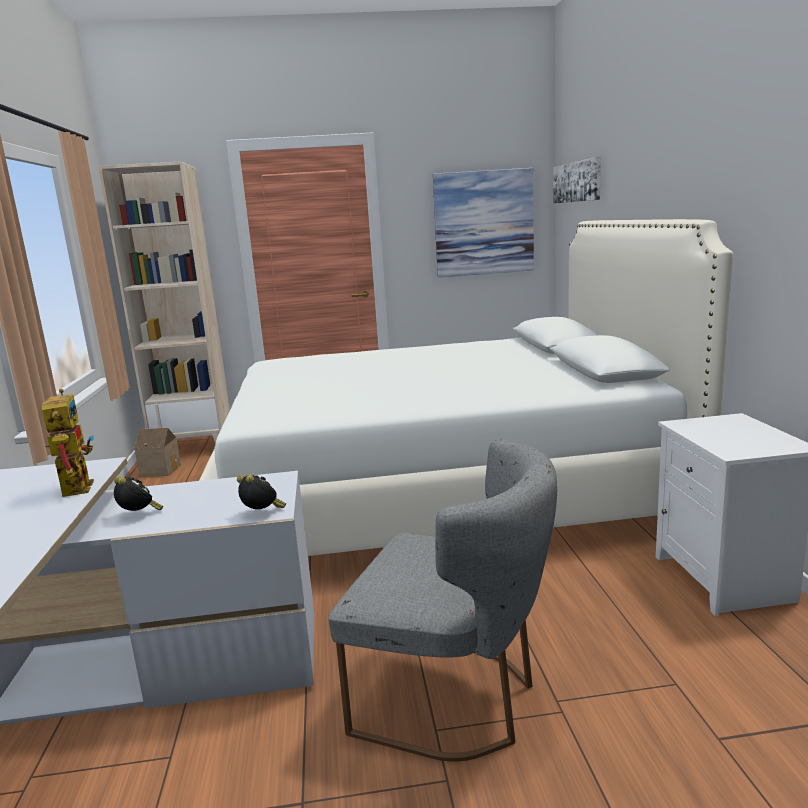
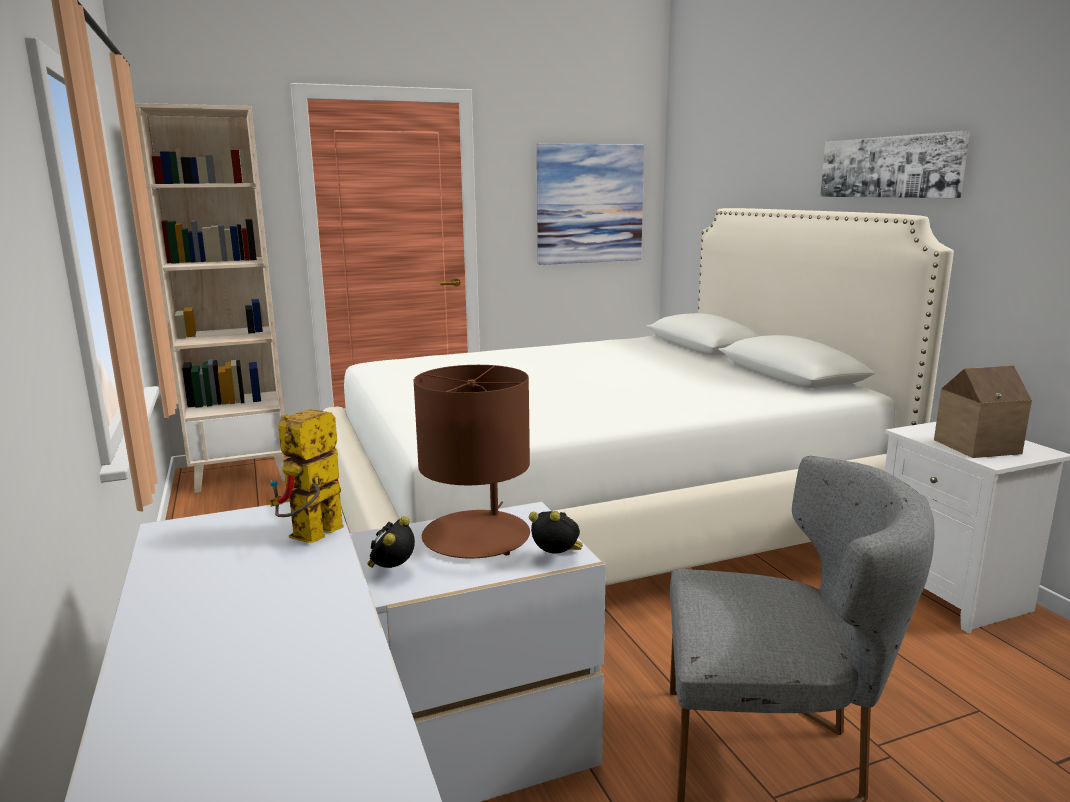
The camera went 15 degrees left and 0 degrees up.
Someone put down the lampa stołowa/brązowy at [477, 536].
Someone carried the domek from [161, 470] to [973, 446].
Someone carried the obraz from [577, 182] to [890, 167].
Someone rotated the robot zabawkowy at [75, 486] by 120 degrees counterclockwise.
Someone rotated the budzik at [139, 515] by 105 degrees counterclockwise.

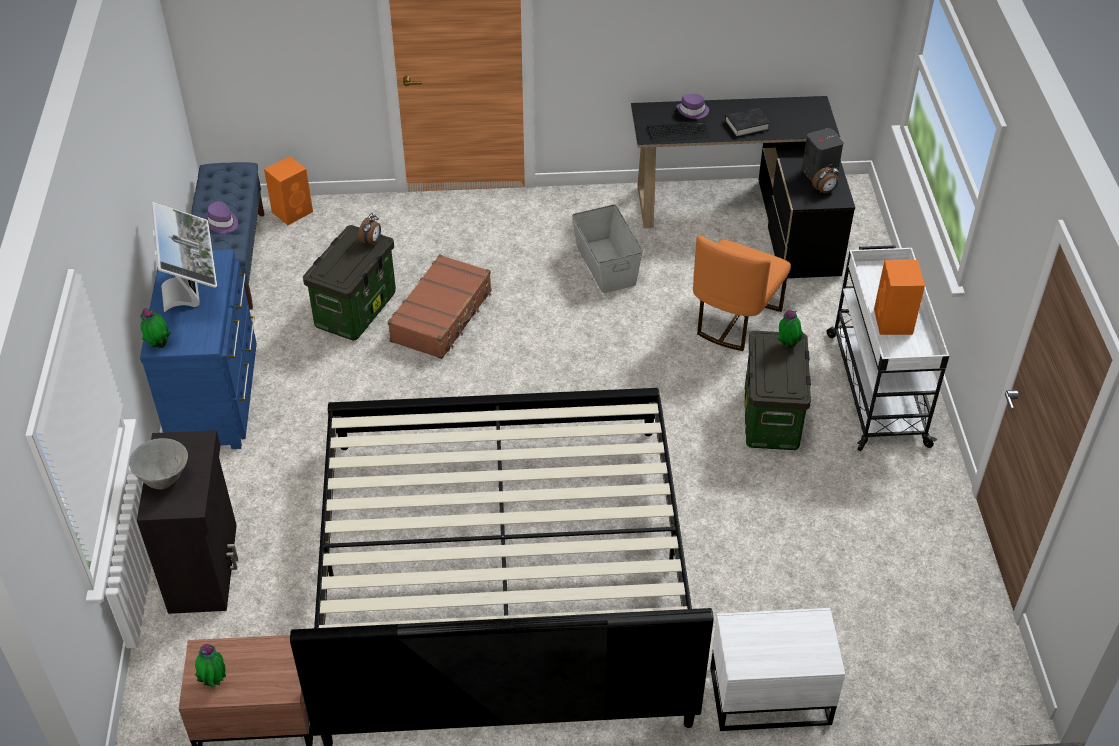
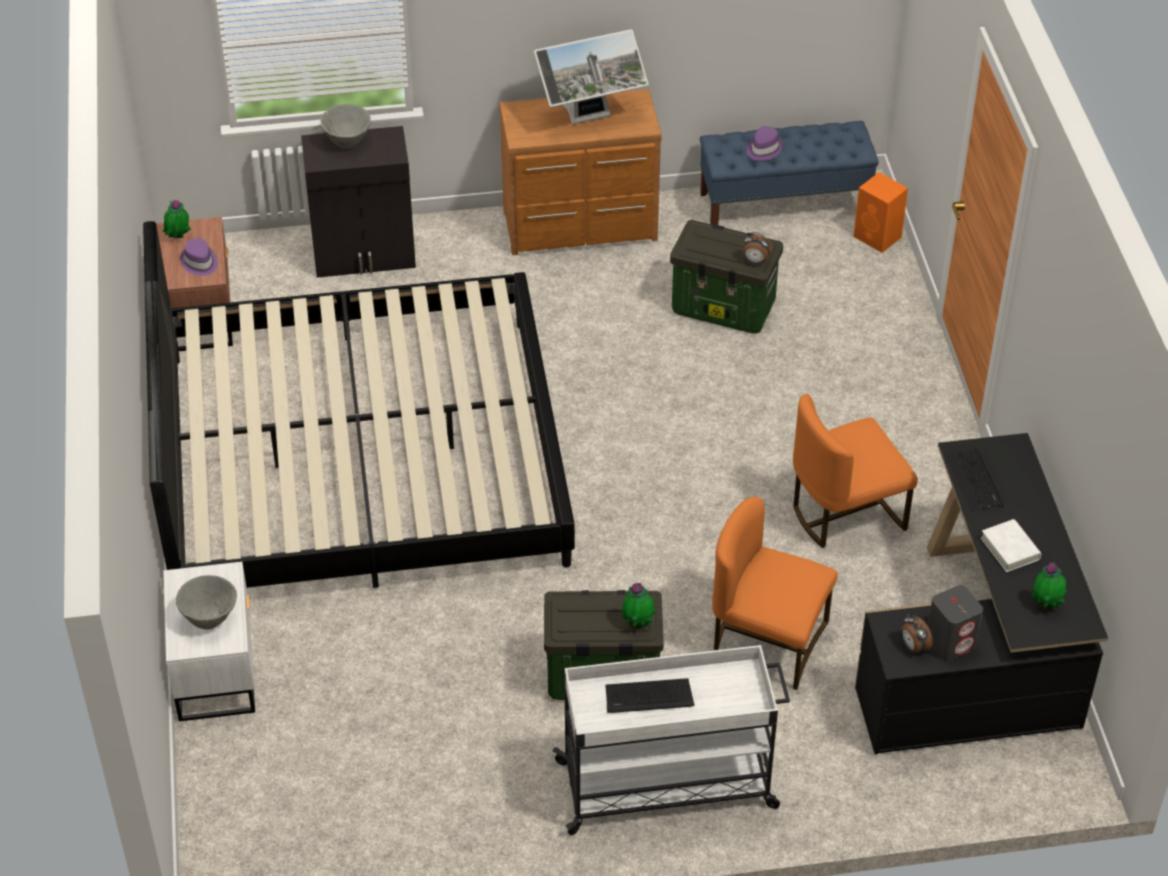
The camera went 85 degrees right and 0 degrees up.
Someone took away the walizka/brązowy at [442, 316].
Someone put down the miska/szary at [210, 618].
Someone carried the roślina doniczkowa from [159, 345] to [1046, 605].
Someone carried the kapelusz/fioletowy from [693, 111] to [199, 262].
Someone swapped the pojemnik do przechowywania/szary at [605, 265] for the krzesło/pomarańczowy at [845, 513].
Someone swapped the głośnik/pomarańczowy at [893, 322] for the klawiatura at [648, 697].
Someone repainted the komoda/niebieski at [217, 395], which became the komoda/brązowy at [581, 227].
Someone repainted the książka/czarny at [746, 125], which became the książka/biały at [1010, 549].

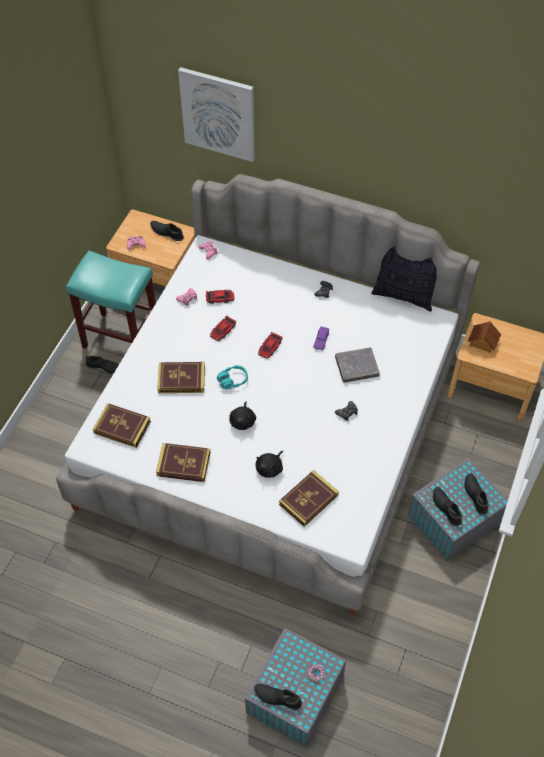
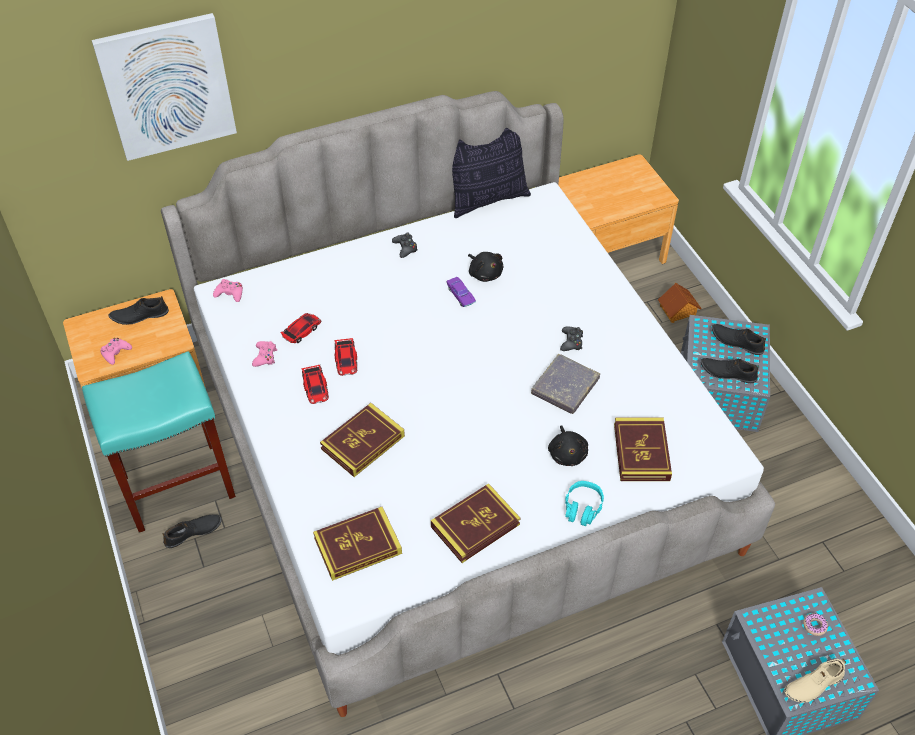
The camera went 45 degrees left and 5 degrees down.
Someone carried the słuchawki/turkusowy from [232, 380] to [582, 508].
Someone carried the pluszak/czarny from [243, 421] to [484, 273].
Someone carried the samochodzik from [270, 347] to [315, 387].
Someone carried the książka/szary from [356, 367] to [565, 386].
Someone carried the domek from [482, 342] to [678, 310].
Someone repainted the but/czarny at [277, 697], which became the but/beżowy at [813, 684].

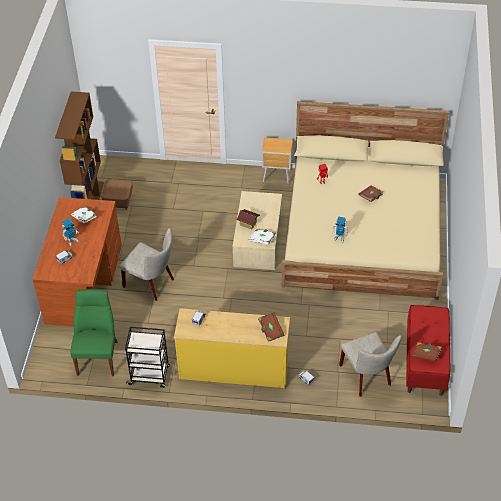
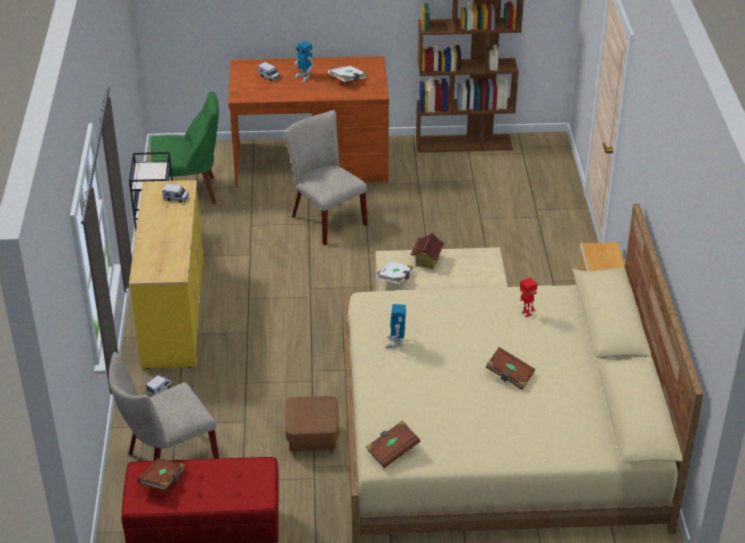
The camera went 80 degrees right and 10 degrees down.
Someone carried the pufa/brązowy from [118, 201] to [312, 439].
Someone carried the książka/brązowy from [270, 330] to [392, 451].
Someone rotated the krzesło/beżowy at [152, 283] by 120 degrees clockwise.

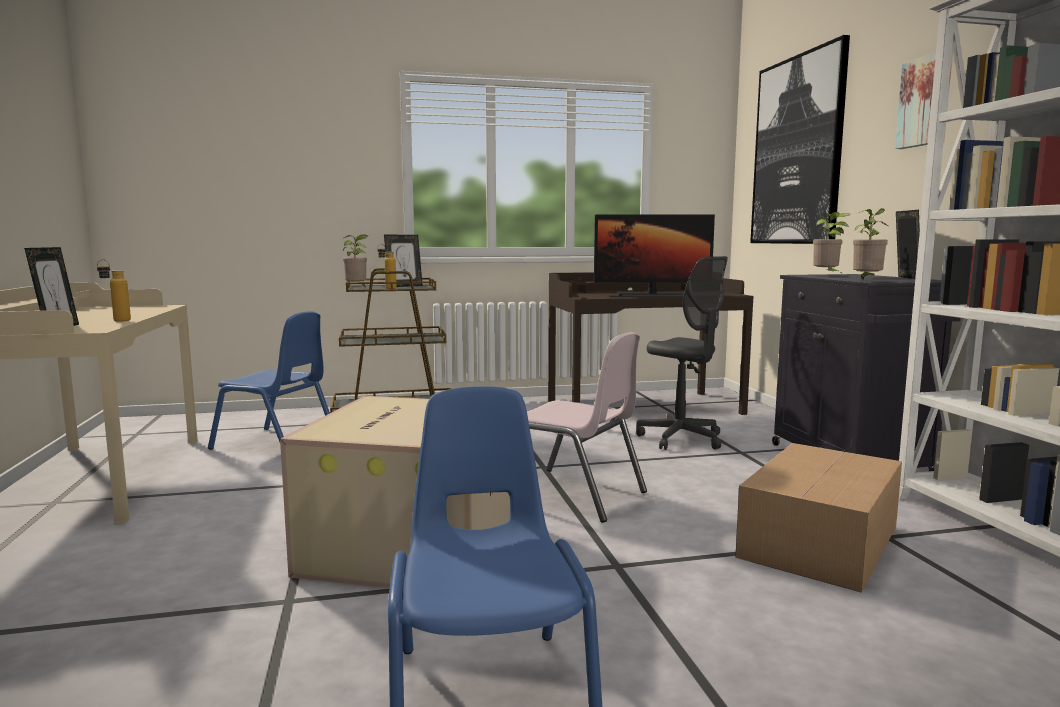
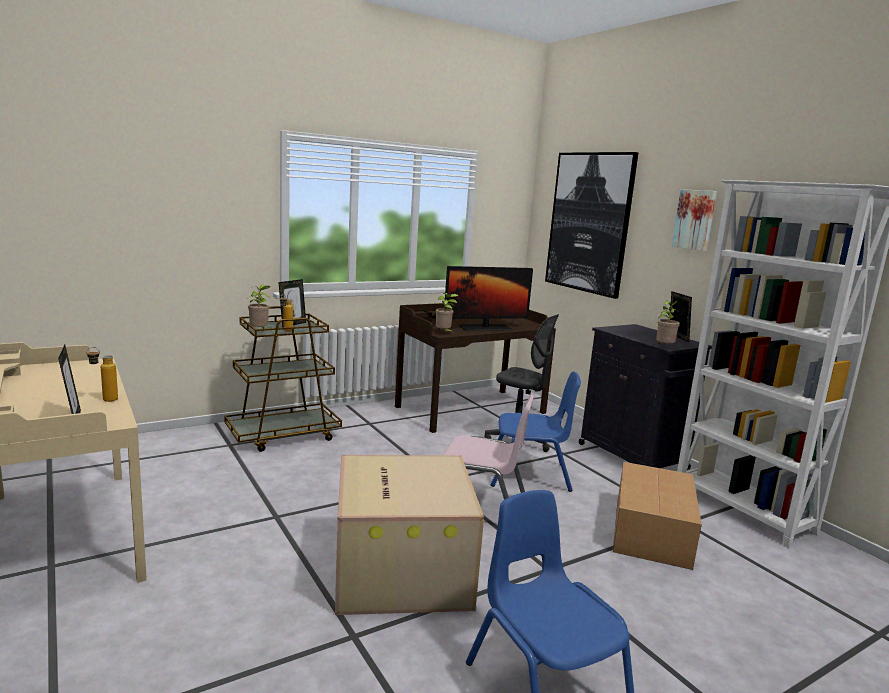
The camera went 20 degrees left and 5 degrees up.
Someone carried the krzesło/niebieski from [276, 444] to [529, 475].
Someone carried the roślina doniczkowa from [827, 276] to [444, 333].

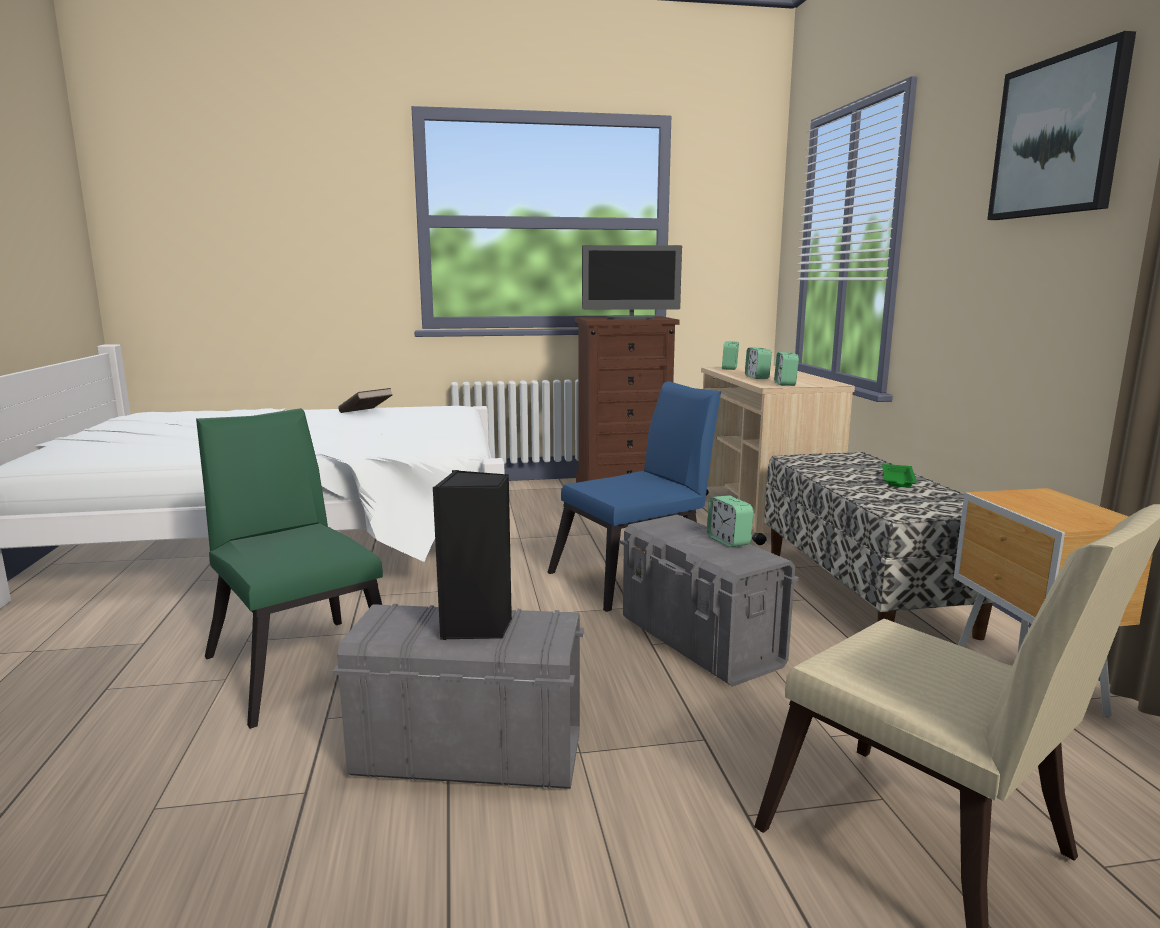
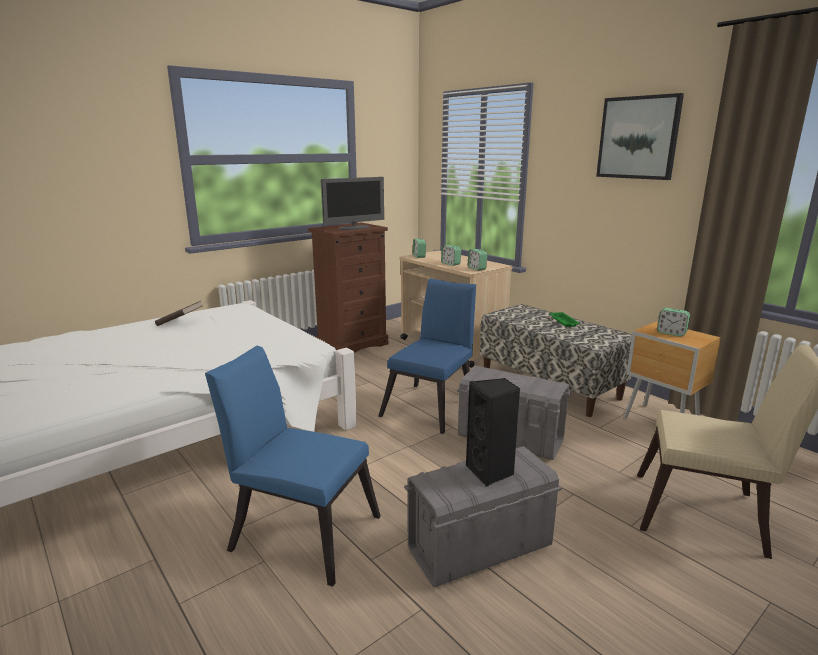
The camera went 30 degrees left and 5 degrees up.
Someone carried the budzik from [728, 541] to [671, 333].
Someone repainted the krzesło/zielony at [299, 662], which became the krzesło/niebieski at [300, 529].

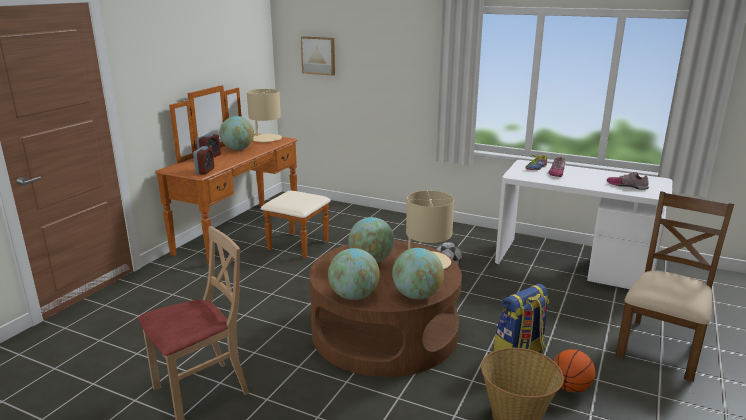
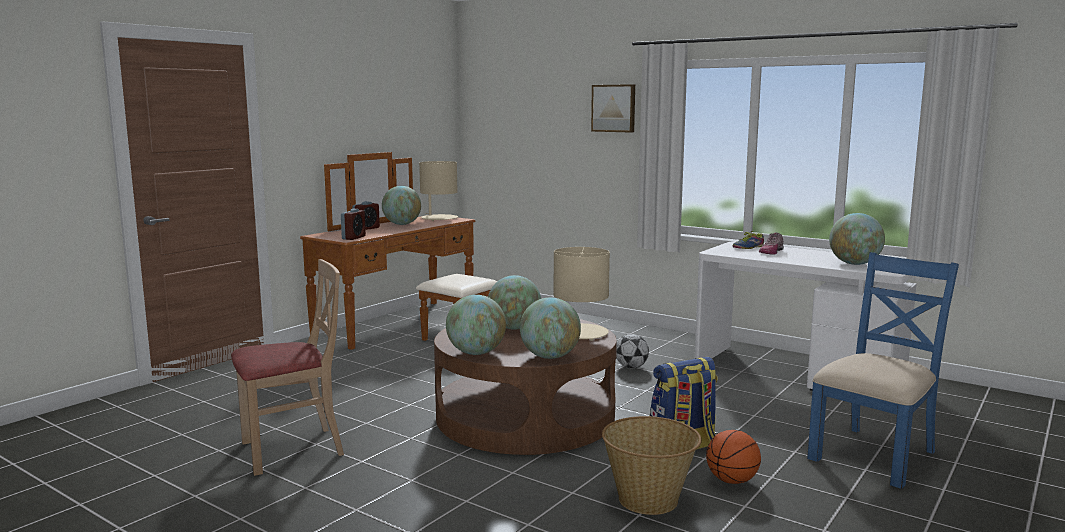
The camera went 10 degrees right and 10 degrees down.
Someone carried the obraz from [319, 55] to [614, 108].
Someone swapped the but at [627, 186] for the globus at [854, 264].
Someone repainted the krzesło/brązowy at [661, 347], which became the krzesło/niebieski at [874, 455].

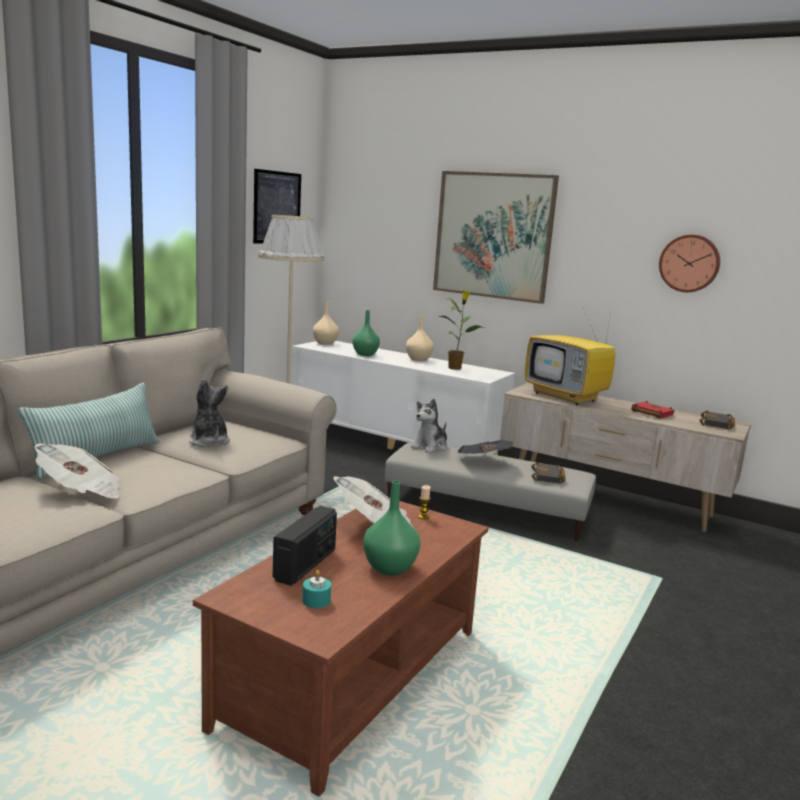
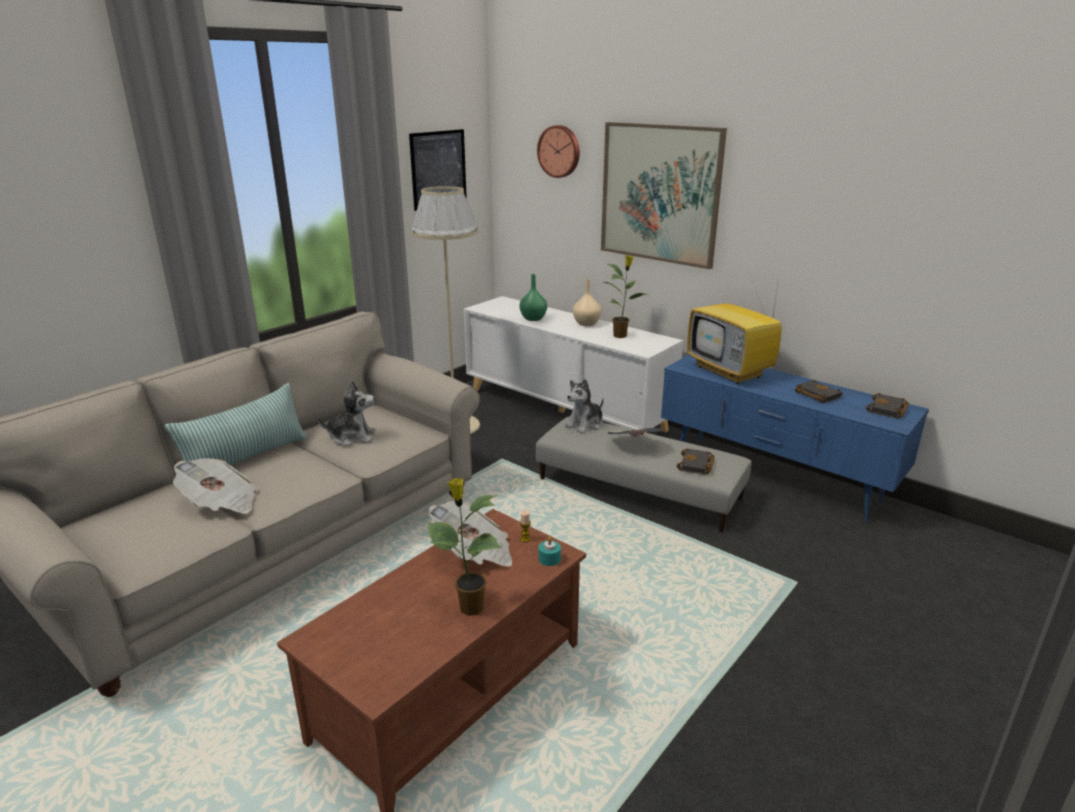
The camera went 10 degrees right and 10 degrees up.
Someone took away the radio at [305, 565].
Someone took away the wazon/beżowy at [325, 343].
Someone carried the świeca/turkusowy from [316, 600] to [549, 559].
Someone carried the zegar ścienny from [689, 263] to [560, 151].
Someone swapped the wazon/zielony at [391, 568] for the roślina doniczkowa at [469, 607].
Someone repainted the szafka pod telewizor/beżowy at [609, 499], which became the szafka pod telewizor/niebieski at [773, 478].
Someone repainted the książka/czerwony at [650, 413], which became the książka/czarny at [815, 395].
Someone rotated the pluszak at [209, 441] by 105 degrees clockwise.

